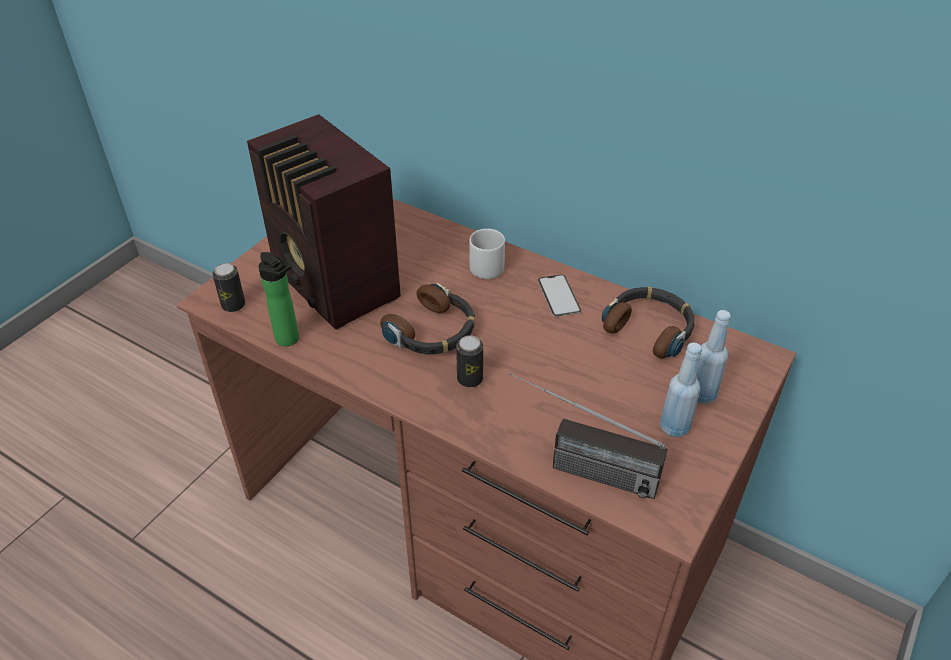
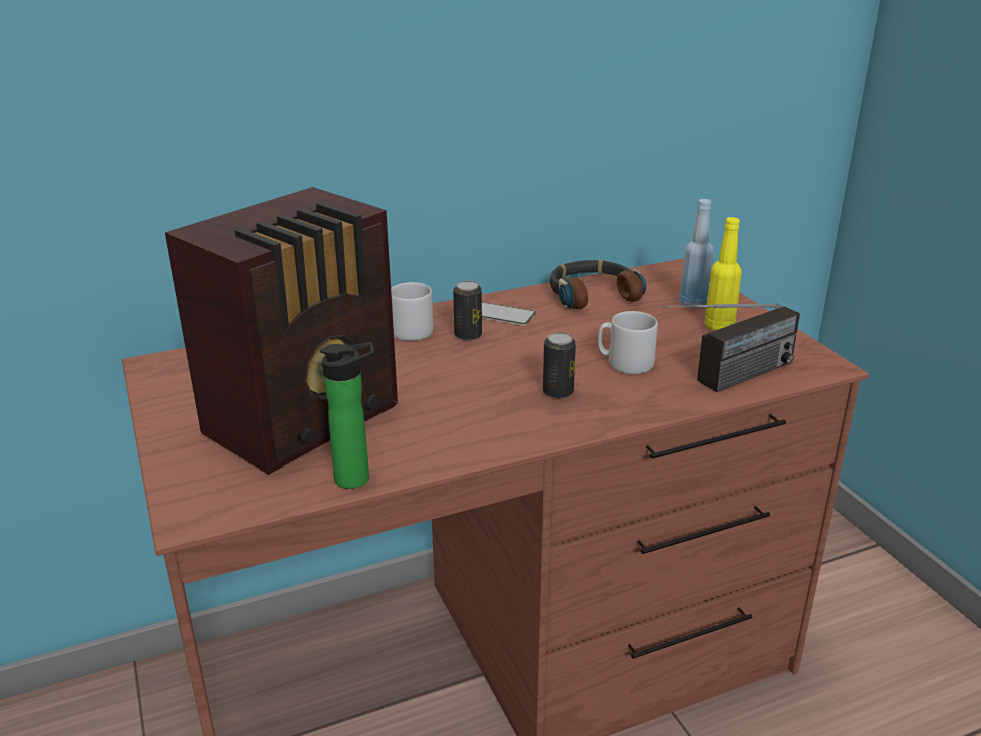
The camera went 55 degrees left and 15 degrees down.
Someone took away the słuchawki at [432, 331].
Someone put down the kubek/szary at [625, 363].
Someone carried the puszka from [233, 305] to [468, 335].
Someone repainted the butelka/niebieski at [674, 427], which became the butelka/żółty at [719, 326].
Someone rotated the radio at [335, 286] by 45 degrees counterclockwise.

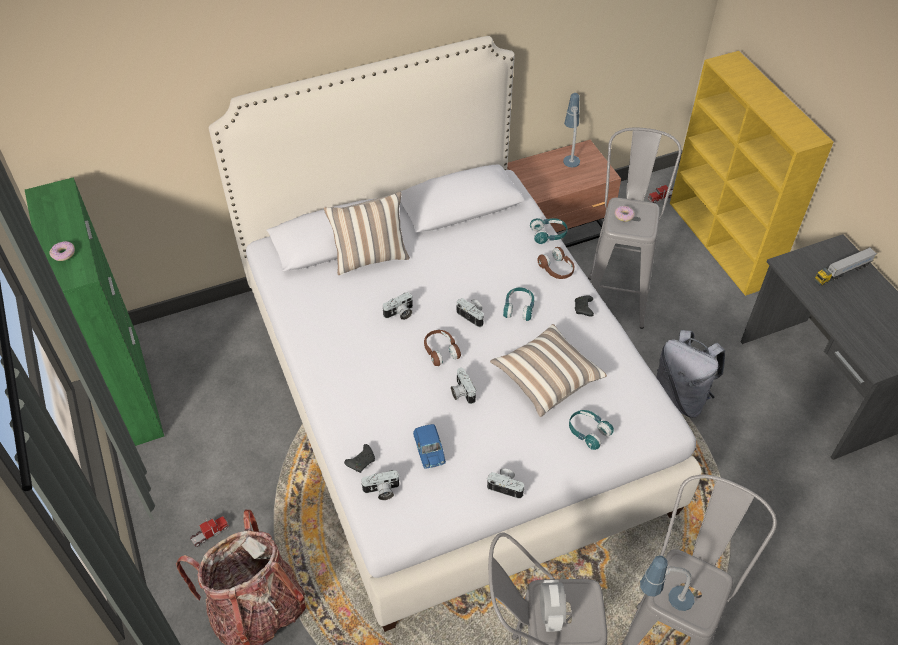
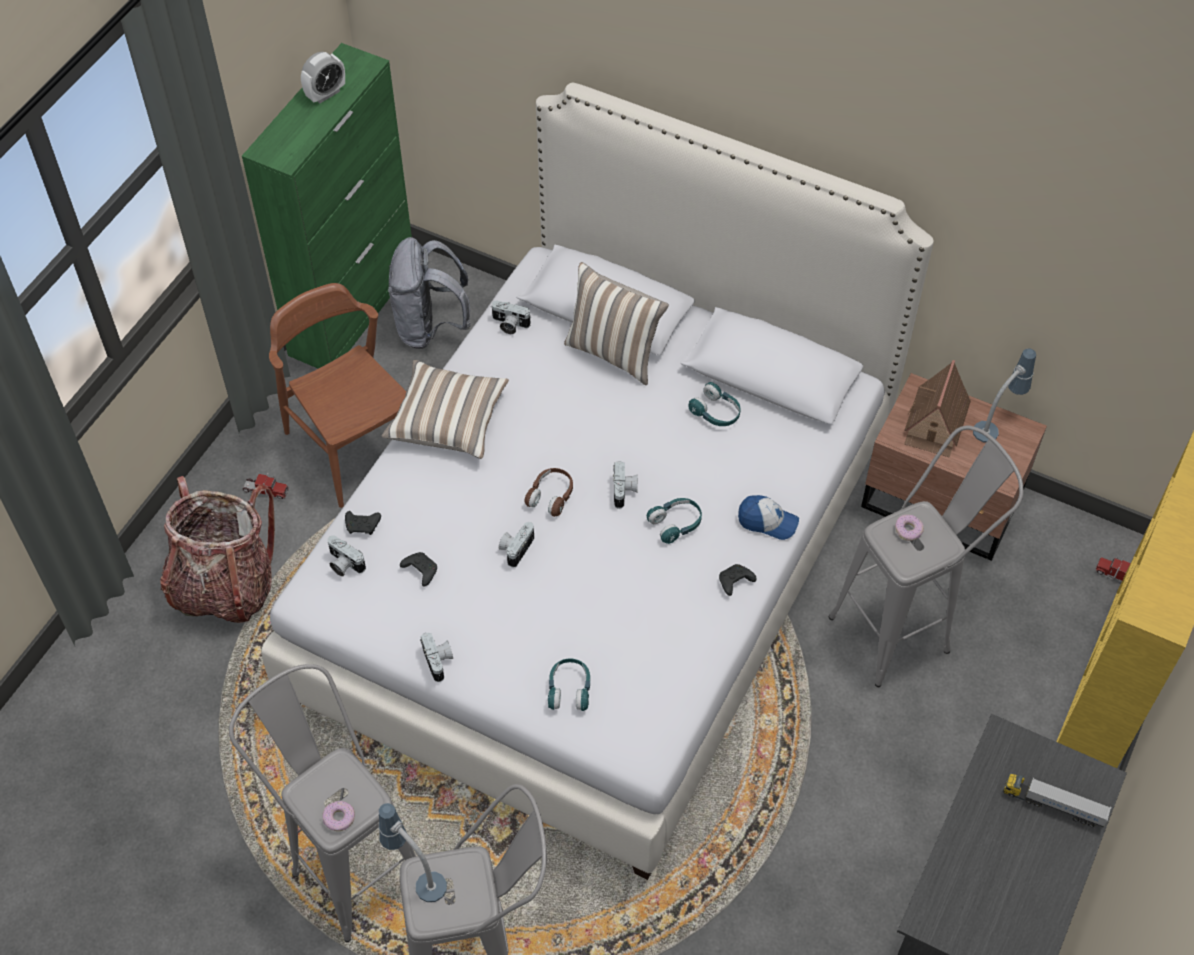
The camera went 50 degrees right and 5 degrees up.
Someone put down the krzesło/brązowy at [354, 445].
Someone put down the domek at [935, 423].
Someone carried the donut from [64, 254] to [339, 818].
Someone carried the aparat fotograficzny from [400, 313] to [509, 324].
Someone carried the poduszka from [546, 379] to [448, 420].
Someone carried the słuchawki/turkusowy from [548, 235] to [716, 412].
Someone carried the budzik from [550, 614] to [326, 94].
Someone carried the plecak/szary from [680, 398] to [430, 327].
Someone swapped the samochodzik/niebieski at [429, 452] for the pad do gier/czarny at [420, 570].
Someone swapped the słuchawki/brązowy at [556, 269] for the czapka z daszkiem at [767, 521].

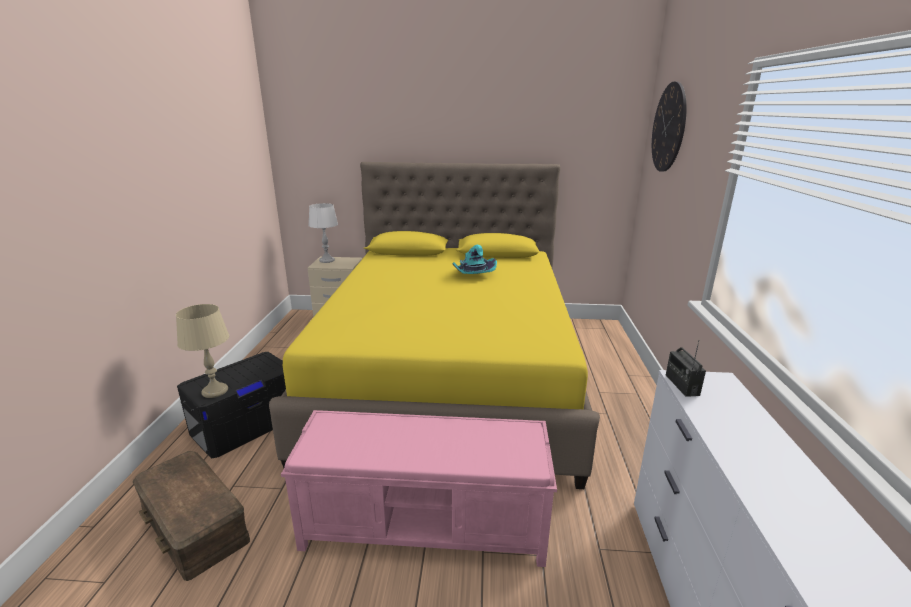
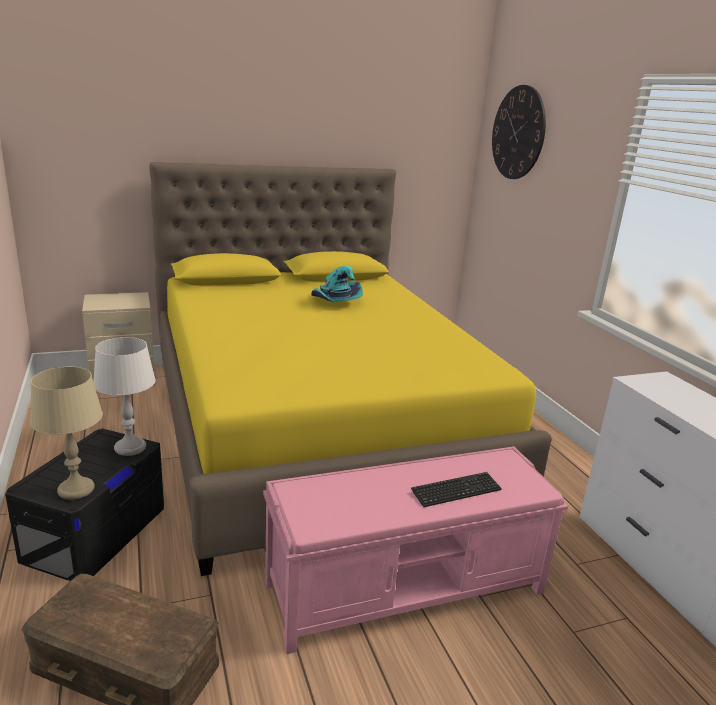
The camera went 25 degrees left and 0 degrees up.
Someone took away the radio at [681, 385].
Someone put down the klawiatura at [456, 491].
Someone carried the lampa stołowa/biały from [326, 260] to [129, 448].

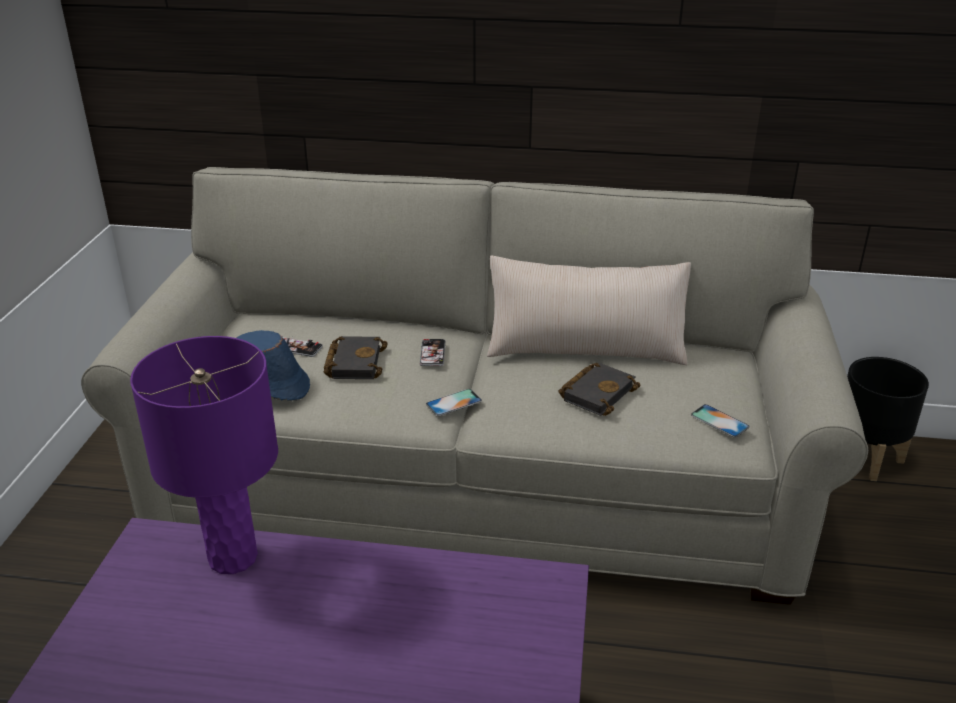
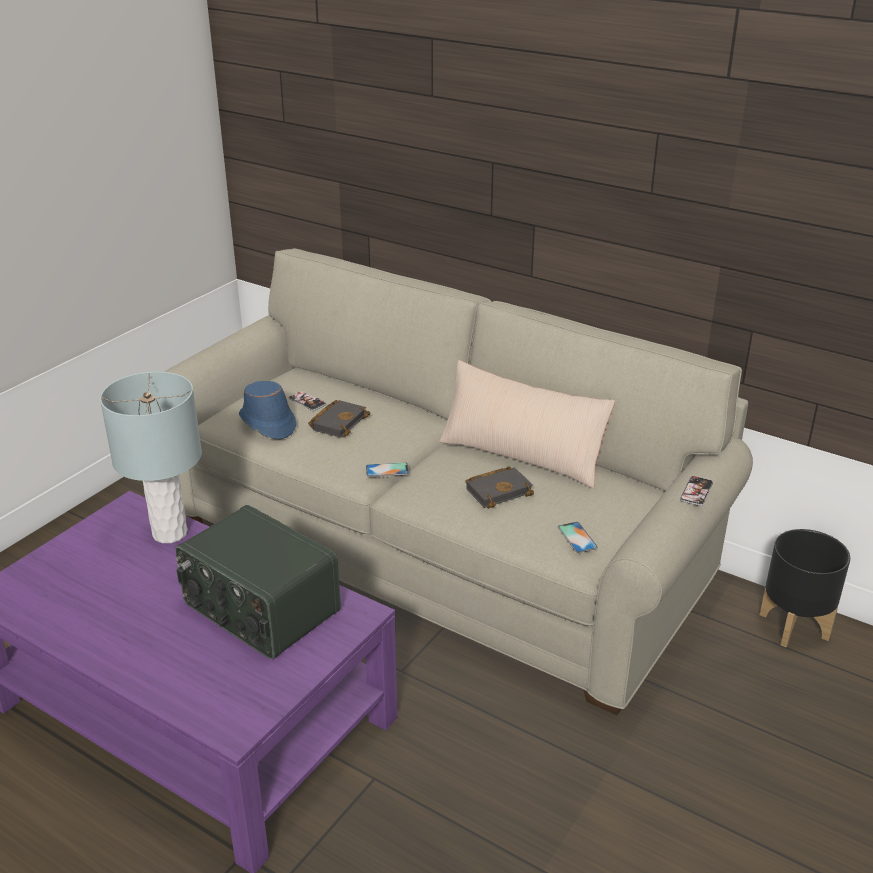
The camera went 25 degrees right and 0 degrees up.
Someone put down the radio at [260, 609].
Someone carried the telefon from [432, 353] to [696, 491].
Someone repainted the lampa stołowa/fioletowy at [232, 558], which became the lampa stołowa/szary at [169, 533].

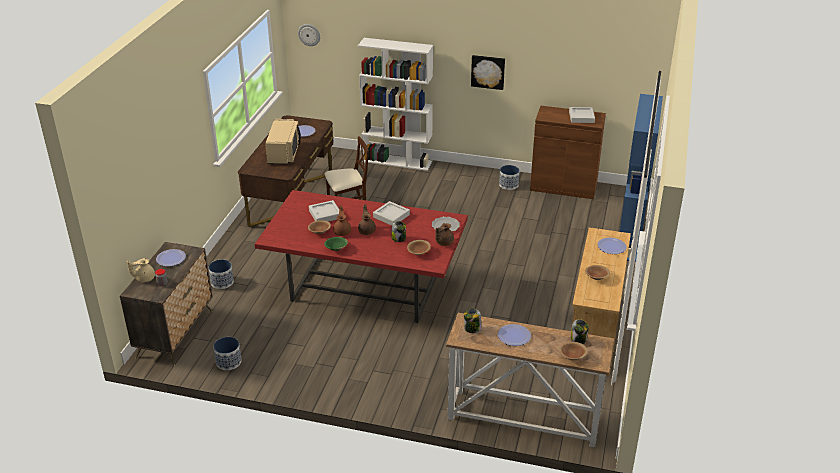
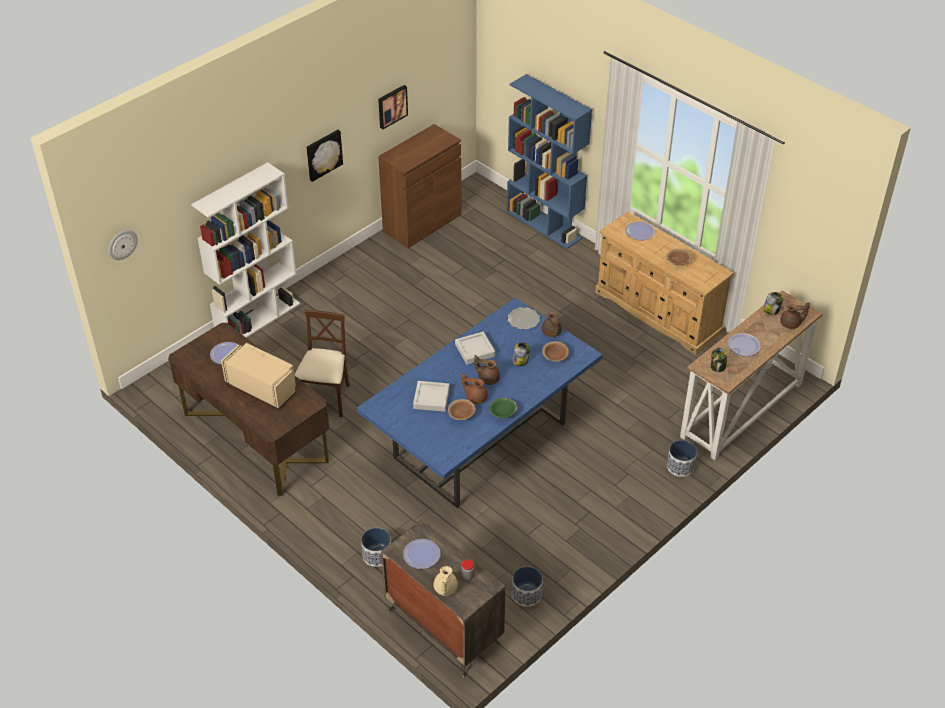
The camera went 60 degrees left and 10 degrees up.
Someone took away the taca/szary at [581, 117].
Someone put up the obraz at [392, 106].
Someone carried the donica from [508, 185] to [680, 466].
Someone swapped the miska/brązowy at [572, 356] for the imbryk/brązowy at [791, 324].
Someone repainted the stół jadalny/czerwony at [366, 289], which became the stół jadalny/niebieski at [481, 440].

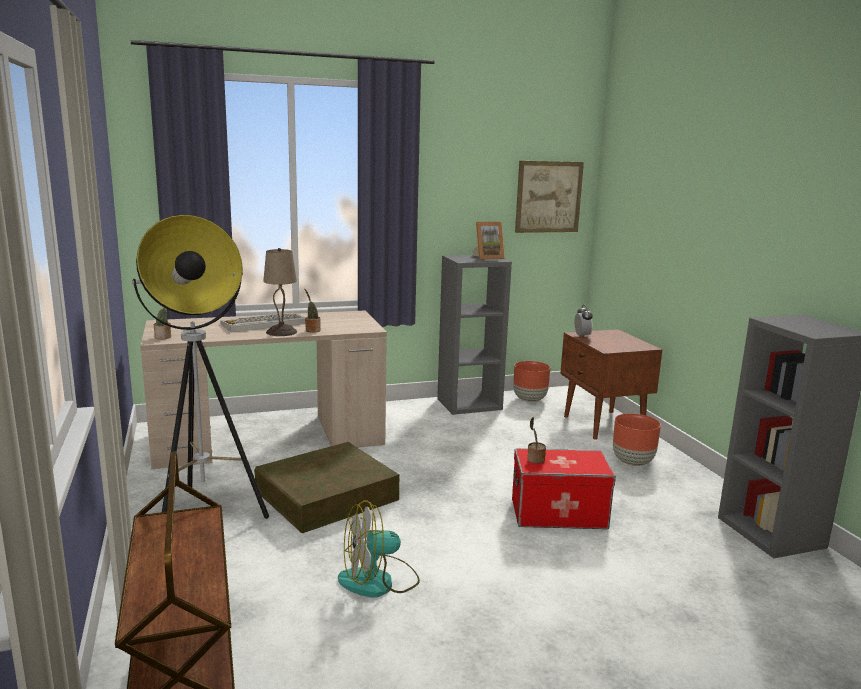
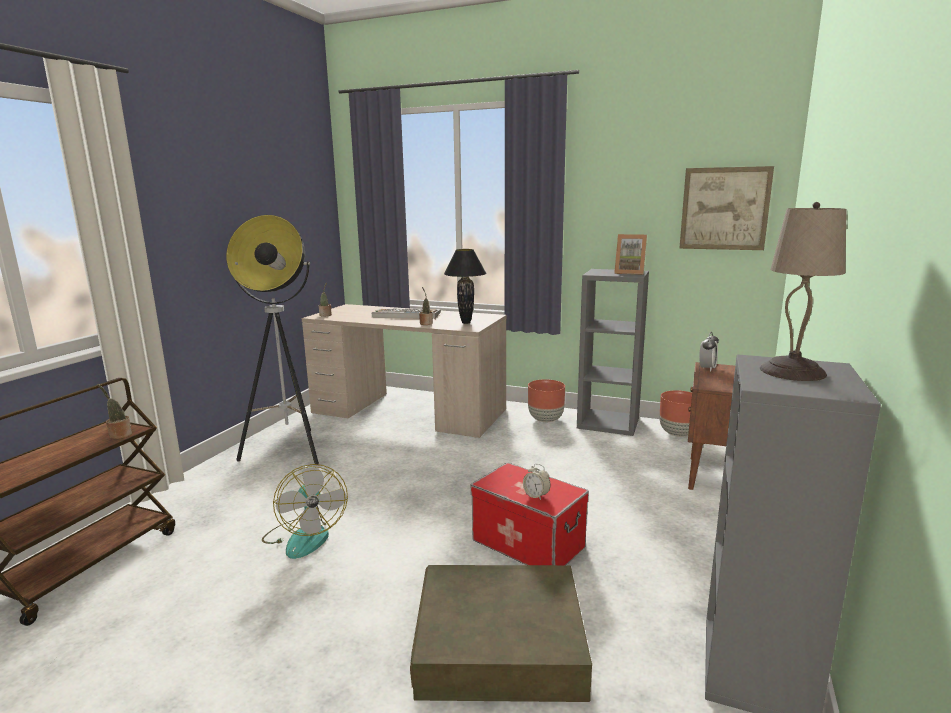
The camera went 40 degrees right and 0 degrees up.
Someone put down the lampa stołowa/czarny at [465, 323].
Someone put down the budzik at [536, 495].
Someone carried the pojemnik do przechowywania/brązowy from [327, 496] to [500, 643].
Someone carried the lampa stołowa/beżowy from [281, 332] to [792, 371].
Someone carried the roślina doniczkowa from [535, 460] to [119, 435].
Someone carried the donica/brązowy from [632, 462] to [545, 420].
Someone rotated the wentylator at [378, 581] by 135 degrees counterclockwise.

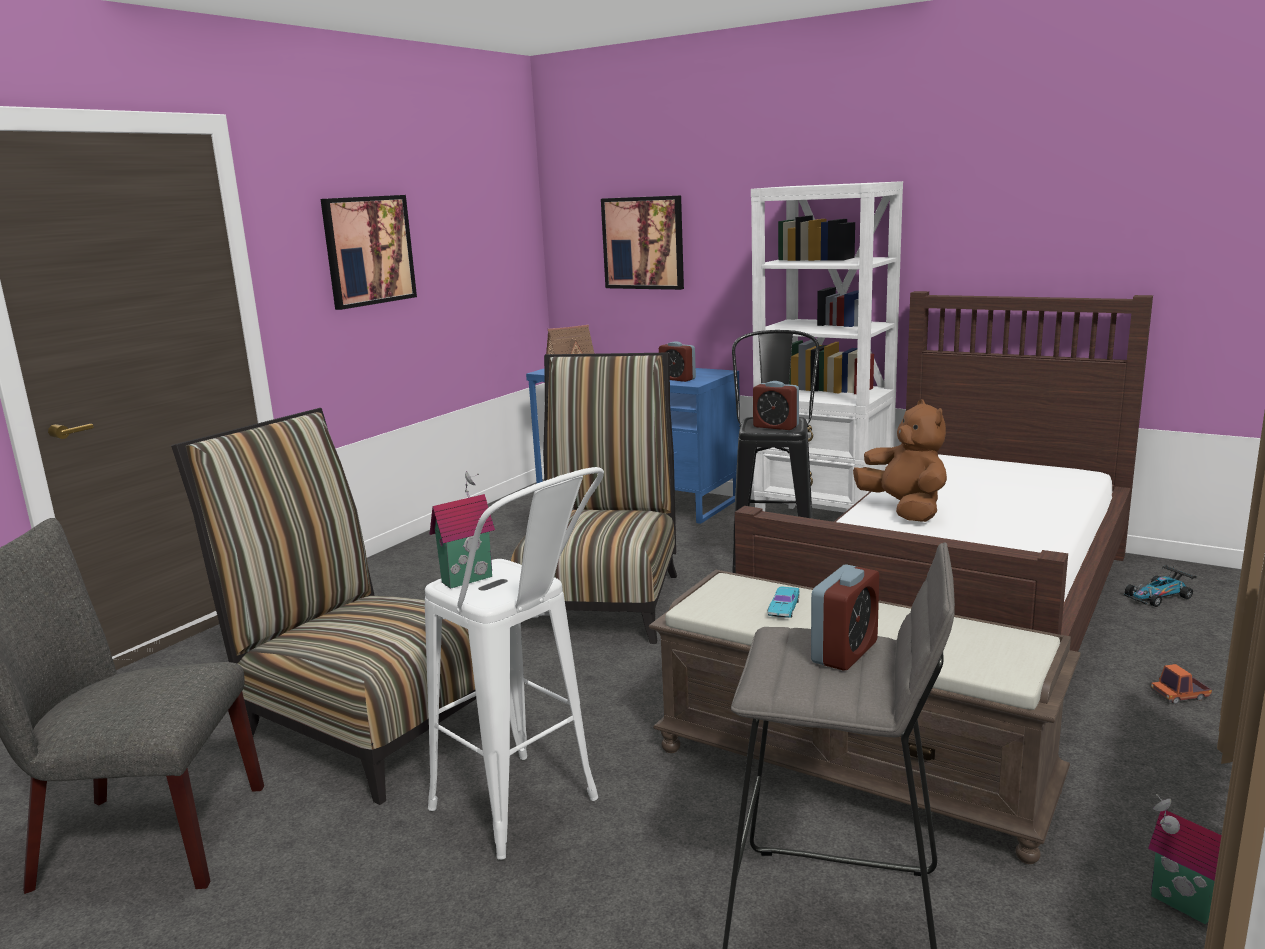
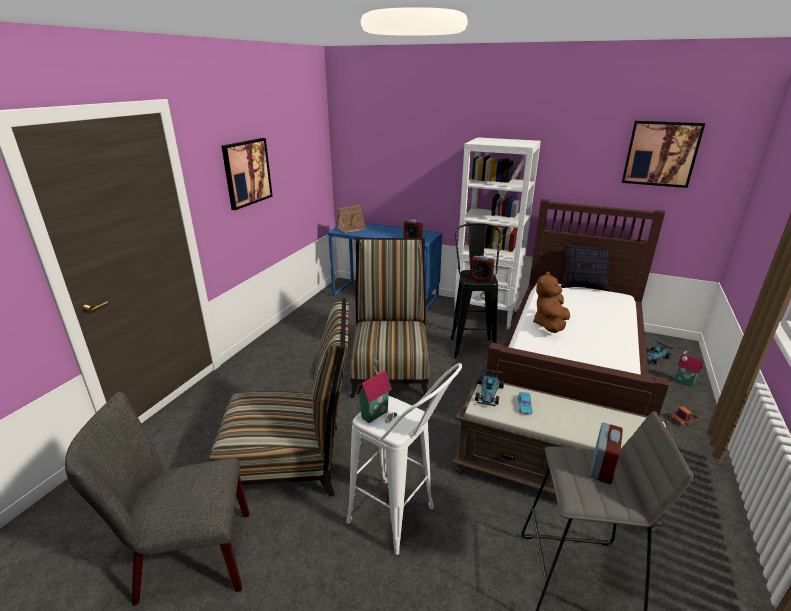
The camera went 10 degrees left and 10 degrees up.
Someone put down the samochodzik at [488, 393].
Someone put down the poduszka at [583, 287].
Someone carried the obraz from [643, 243] to [661, 154].
Someone carried the domek from [1180, 906] to [683, 382].
Someone rotated the krzesło at [366, 721] by 150 degrees clockwise.
Someone rotated the pluszak/brązowy at [904, 510] by 120 degrees counterclockwise.

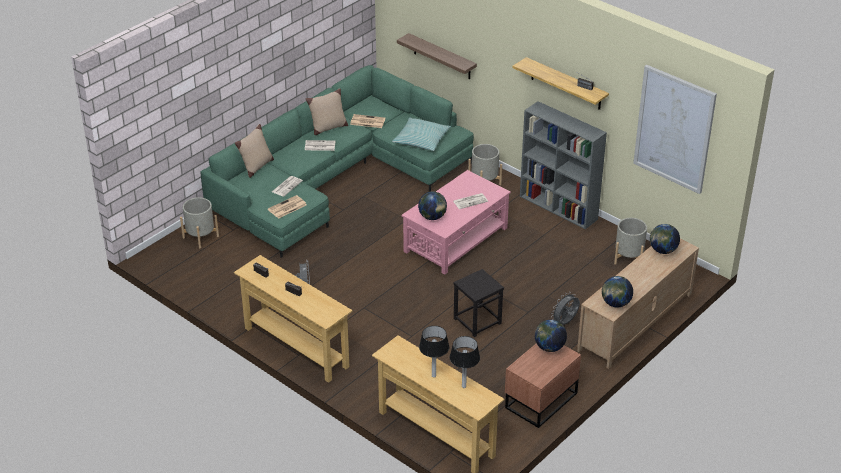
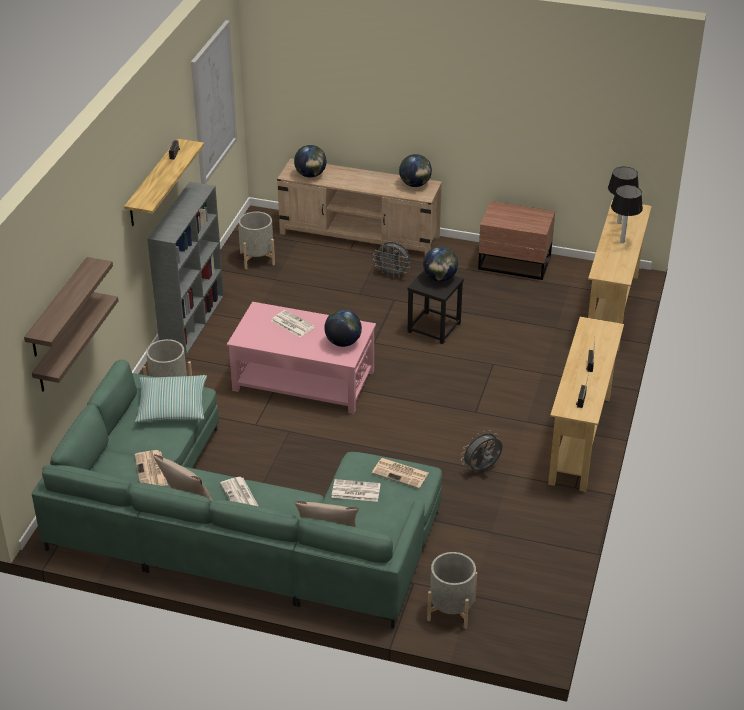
The camera went 115 degrees left and 0 degrees up.
Someone put up the półka at [58, 308].
Someone carried the globus from [549, 347] to [440, 278].

